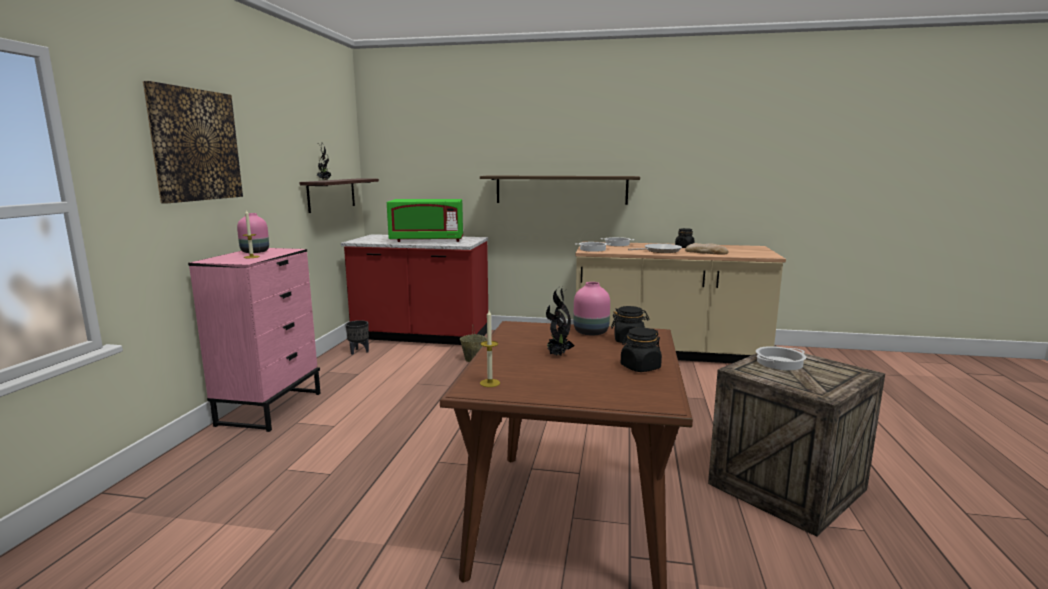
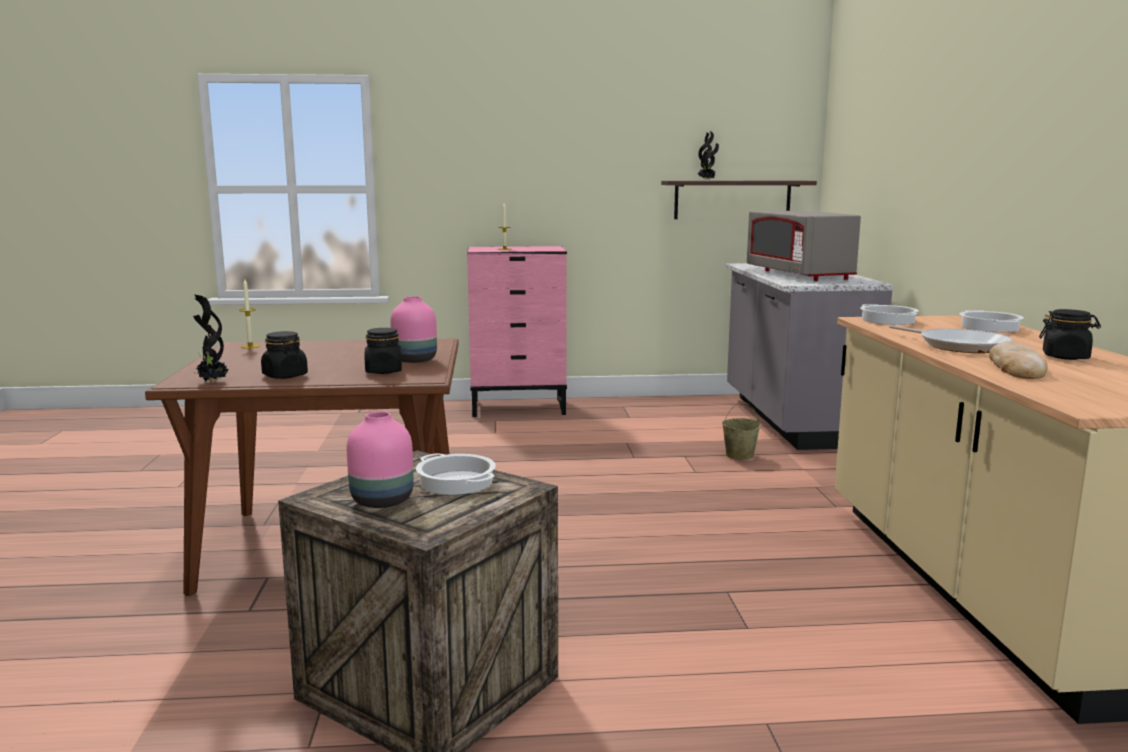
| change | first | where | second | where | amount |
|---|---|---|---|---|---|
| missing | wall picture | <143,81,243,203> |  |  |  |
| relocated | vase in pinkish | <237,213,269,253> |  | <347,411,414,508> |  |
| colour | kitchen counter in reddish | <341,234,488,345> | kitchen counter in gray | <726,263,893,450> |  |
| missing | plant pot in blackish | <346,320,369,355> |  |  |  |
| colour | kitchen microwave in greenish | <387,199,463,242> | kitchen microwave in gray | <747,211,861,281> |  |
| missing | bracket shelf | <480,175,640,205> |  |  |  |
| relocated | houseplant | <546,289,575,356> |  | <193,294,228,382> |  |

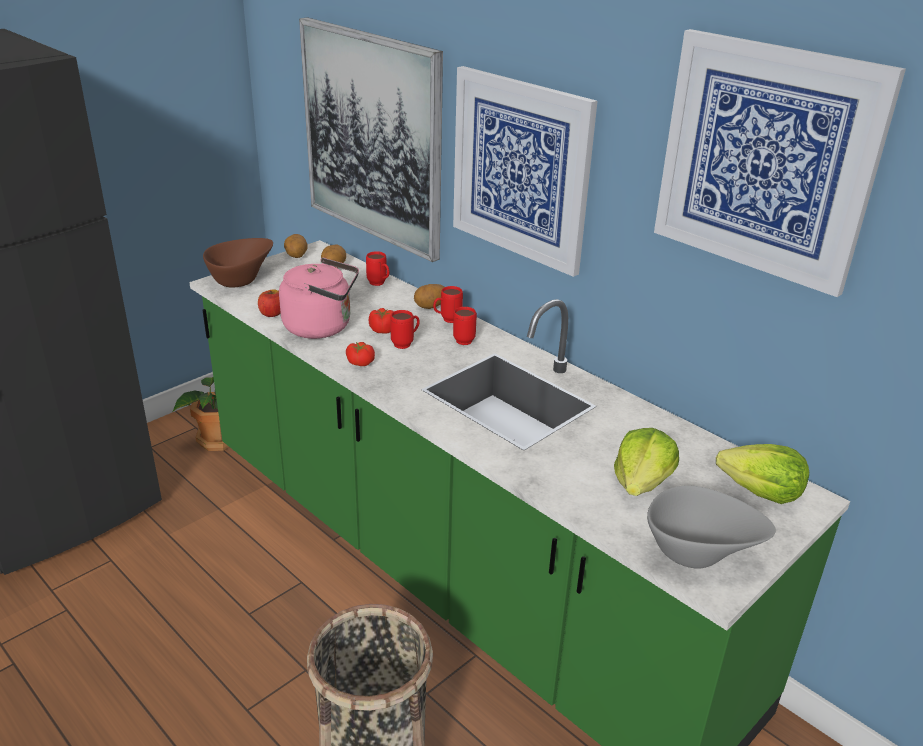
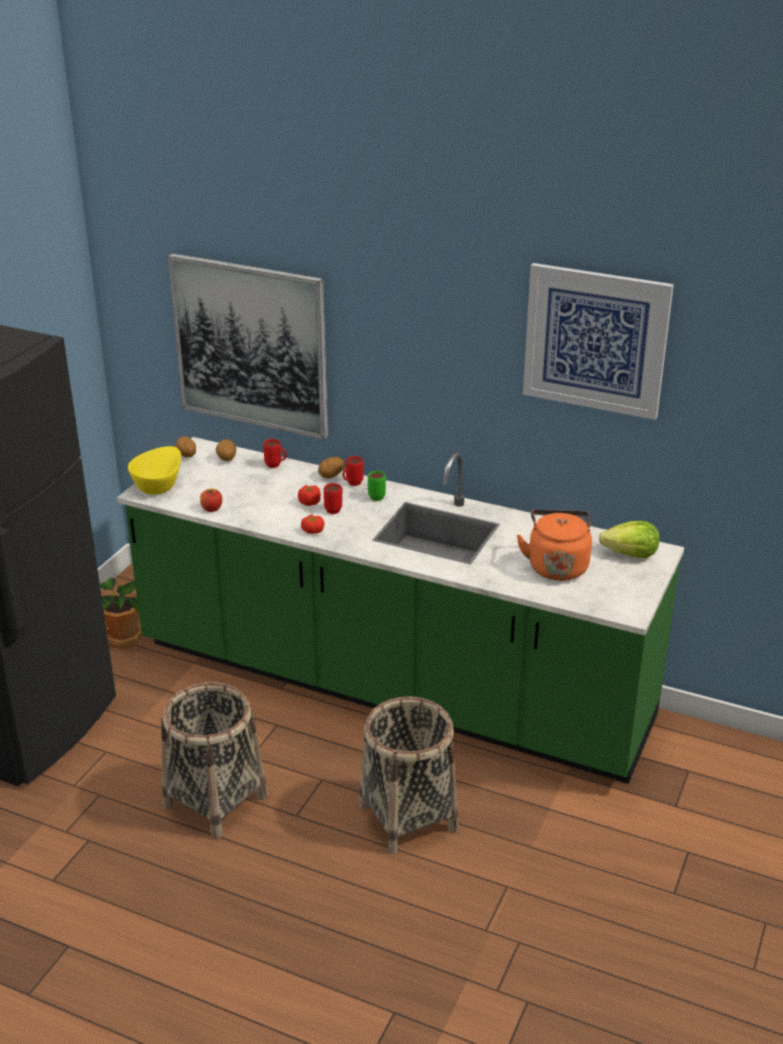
| change | first | where | second | where | amount |
|---|---|---|---|---|---|
| colour | deep dish in brown-coloured | <203,238,273,288> | deep dish in yellow-coloured | <128,446,181,495> |  |
| missing | kettle in pinkish | <279,258,359,339> |  |  |  |
| missing | wall picture | <453,66,597,277> |  |  |  |
| colour | mug in reddish | <453,307,477,345> | mug in greenish | <368,471,386,501> |  |
| exchanged | lettuce head | <614,428,679,496> | kettle in orange-coloured | <517,510,592,581> |  |
| missing | deep dish in gray | <647,485,776,569> |  |  |  |
| appeared |  |  | household basket | <161,682,268,839> |  |

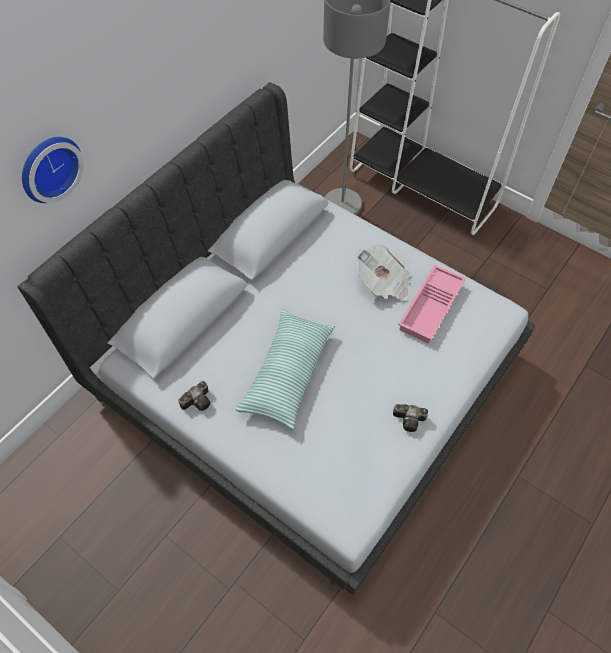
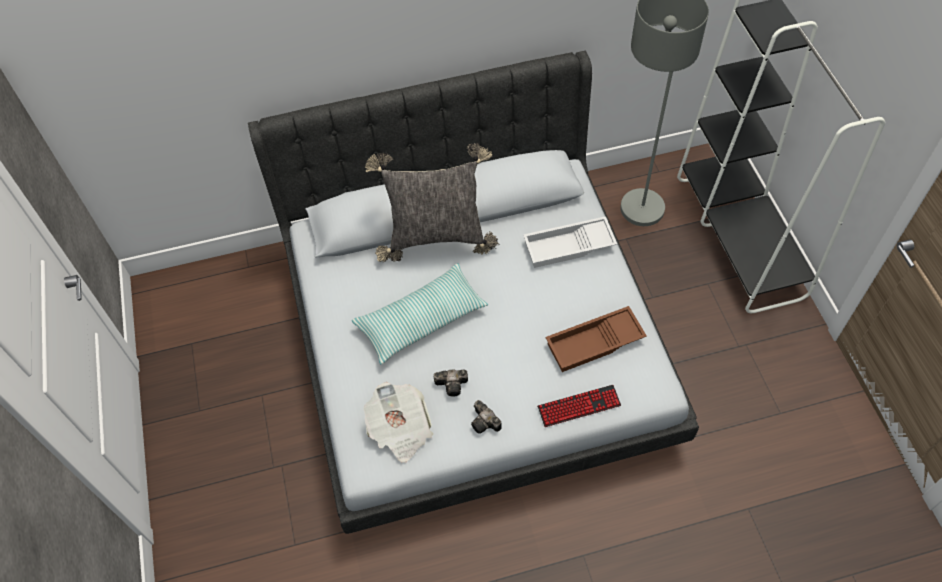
| change | first | where | second | where | amount |
|---|---|---|---|---|---|
| missing | hanging clock | <22,137,84,203> |  |  |  |
| relocated | still camera | <178,381,210,411> |  | <434,369,468,397> |  |
| relocated | newspaper | <357,245,409,301> |  | <363,382,433,463> |  |
| colour | tray in pinkish | <398,264,466,344> | tray in brown-coloured | <545,306,647,372> |  |
| appeared |  |  | cushion | <365,143,500,262> |  |
| appeared |  |  | tray in whitish | <523,216,617,268> |  |
| appeared |  |  | computer keyboard | <537,385,621,427> |  |

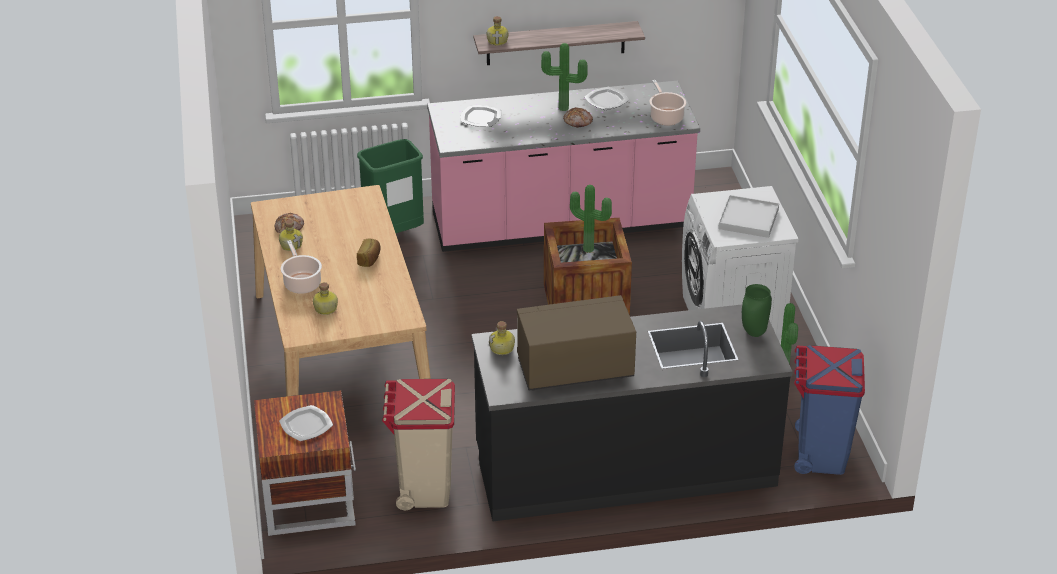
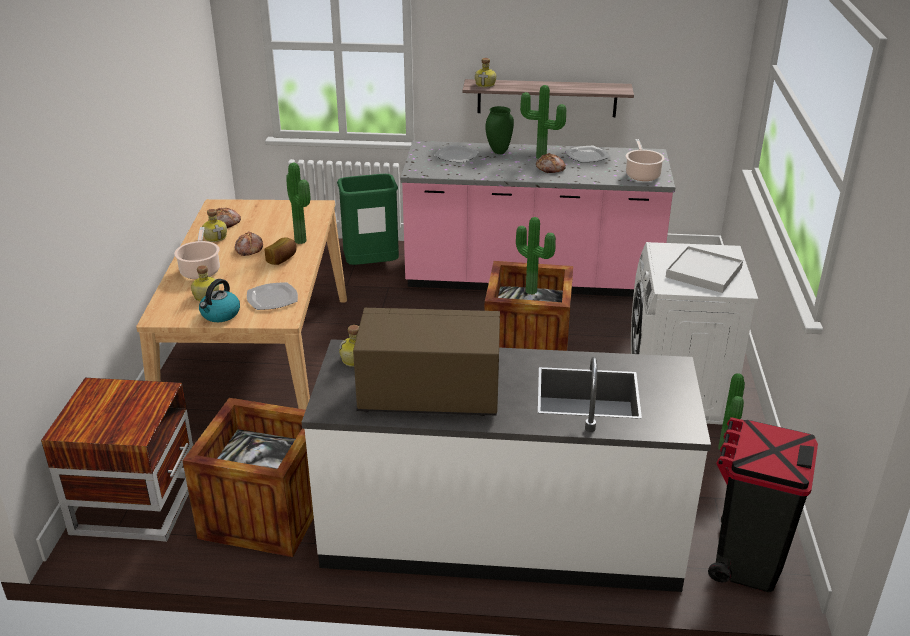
| change | first | where | second | where | amount |
|---|---|---|---|---|---|
| relocated | flat dish | <279,405,333,441> |  | <247,282,298,310> |  |
| exchanged | trash can in beige | <382,379,455,510> | packing crate | <182,398,314,557> |  |
| colour | kitchen counter in blackish | <472,305,793,521> | kitchen counter in whitish | <302,339,711,592> |  |
| relocated | vase in greenish | <742,284,772,337> |  | <486,106,514,154> |  |
| colour | trash can in blue | <794,345,865,475> | trash can in blackish | <708,417,818,592> |  |
| appeared |  |  | kettle | <199,279,240,322> |  |
| appeared |  |  | bakery bread | <235,231,263,256> |  |
| appeared |  |  | houseplant | <286,163,311,244> |  |

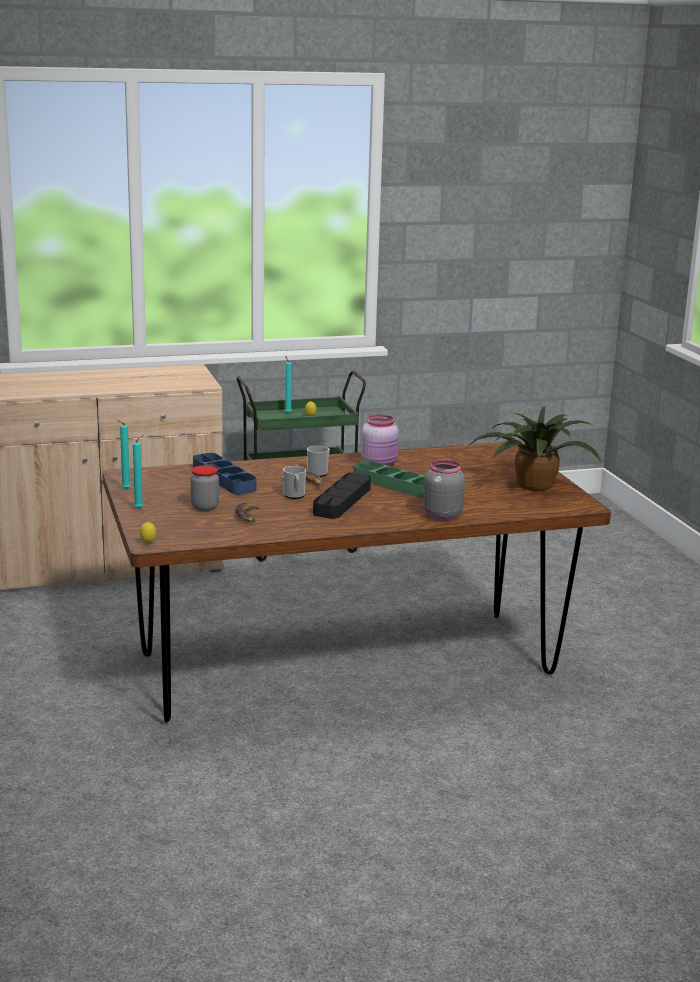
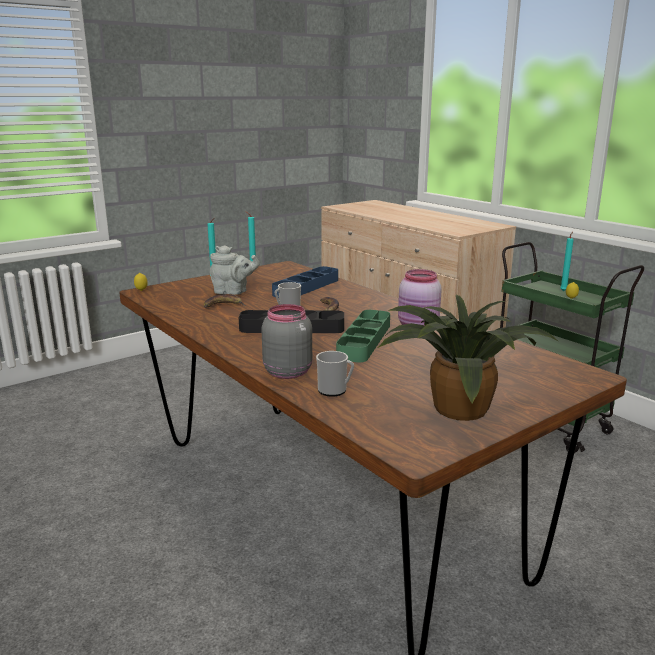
| change | first | where | second | where | amount |
|---|---|---|---|---|---|
| exchanged | storage jar | <191,465,219,511> | tea pot in gray | <210,245,260,295> |  |
| relocated | mug | <307,446,330,477> |  | <316,351,354,397> |  |

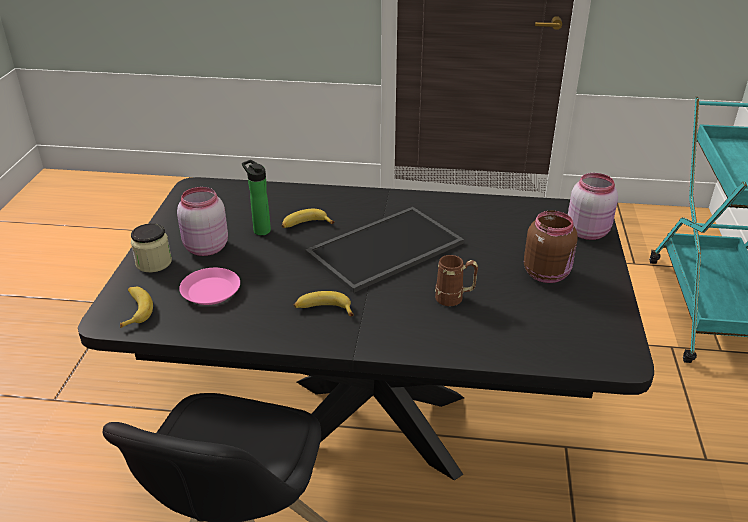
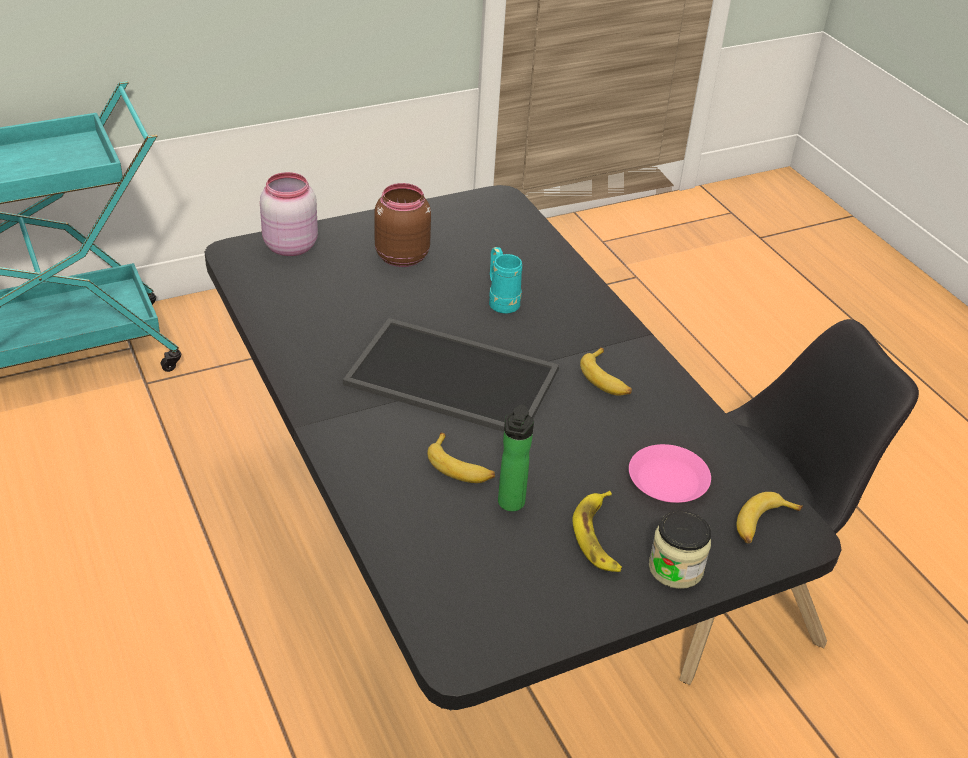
| change | first | where | second | where | amount |
|---|---|---|---|---|---|
| exchanged | storage jar in pinkish | <177,187,228,256> | banana | <572,491,622,572> |  |
| colour | mug in brown-coloured | <435,255,478,306> | mug in turquoise | <489,247,522,314> |  |

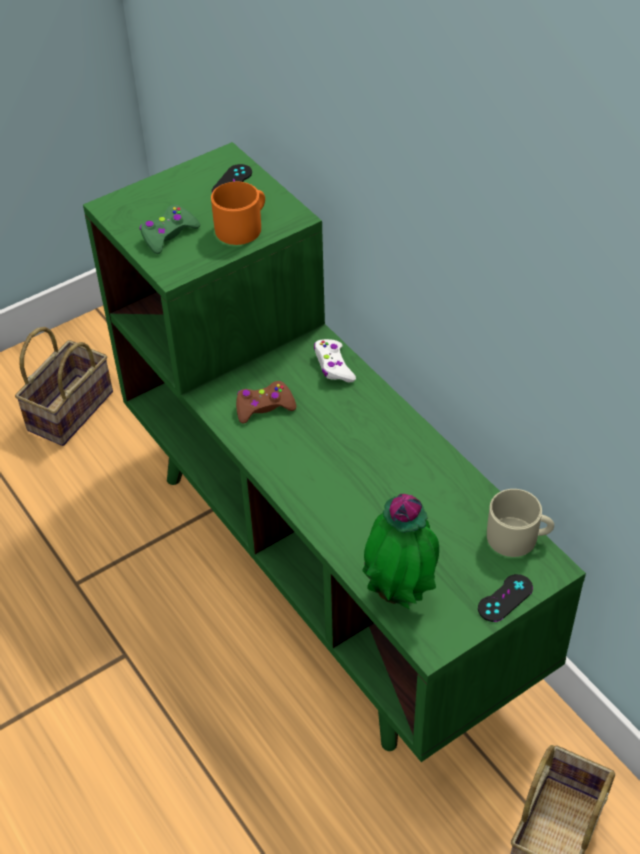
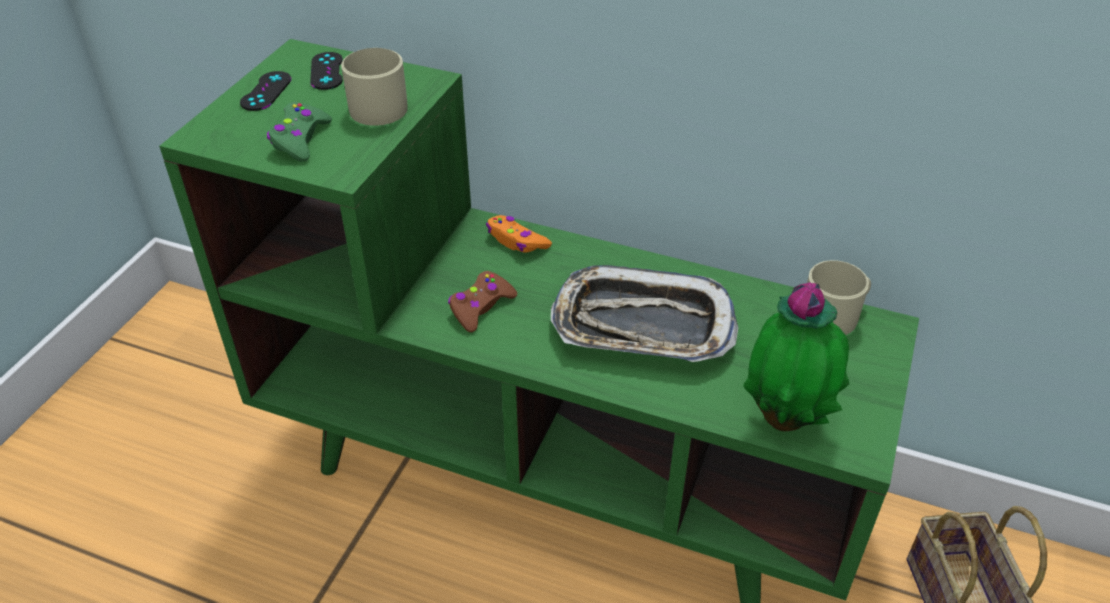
| change | first | where | second | where | amount |
|---|---|---|---|---|---|
| missing | household basket | <15,327,113,446> |  |  |  |
| colour | mug in orange-coloured | <211,182,265,245> | mug in beige | <341,48,408,126> |  |
| colour | game controller in whitish | <314,339,356,383> | game controller in orange-coloured | <486,215,552,253> |  |
| relocated | game controller in blackish | <478,574,533,622> |  | <240,71,291,111> |  |
| appeared |  |  | tray | <551,265,738,362> |  |

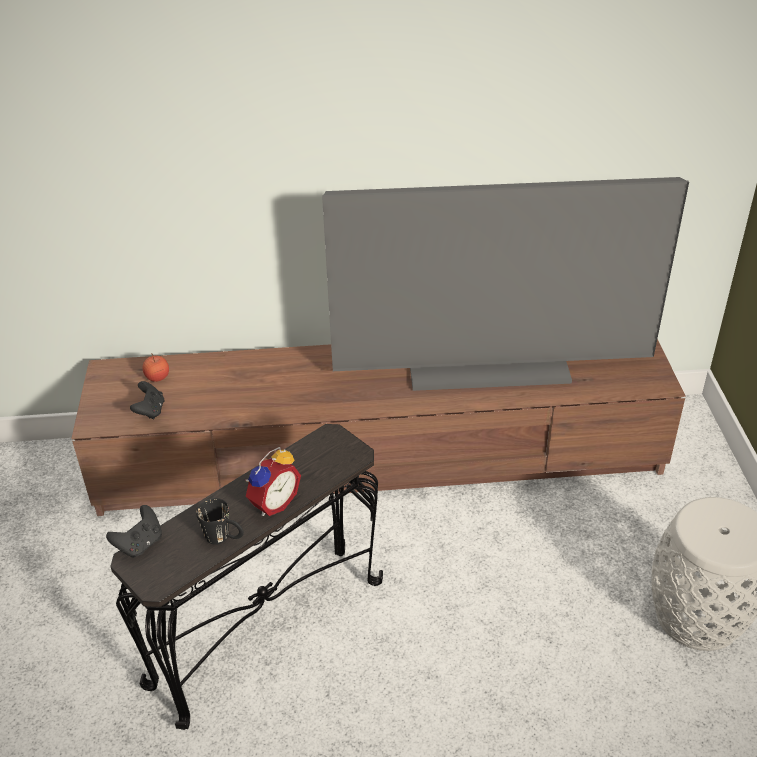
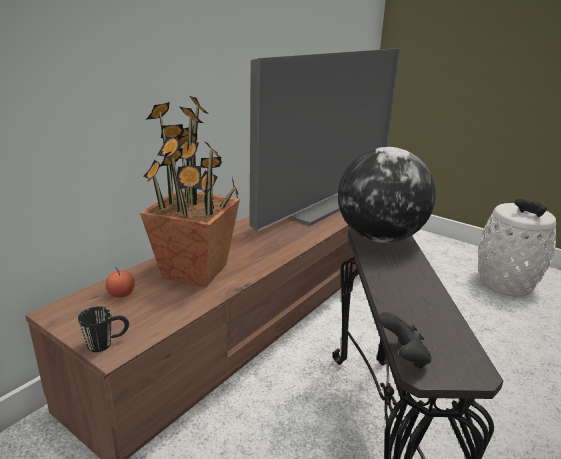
| change | first | where | second | where | amount |
|---|---|---|---|---|---|
| relocated | game controller in blackish | <130,381,164,419> |  | <515,199,547,217> |  |
| relocated | mug in blackish | <196,498,244,545> |  | <78,306,129,352> |  |
| missing | alarm clock | <246,447,301,516> |  |  |  |
| appeared |  |  | houseplant | <140,95,240,287> |  |
| appeared |  |  | desk globe | <338,147,436,243> |  |

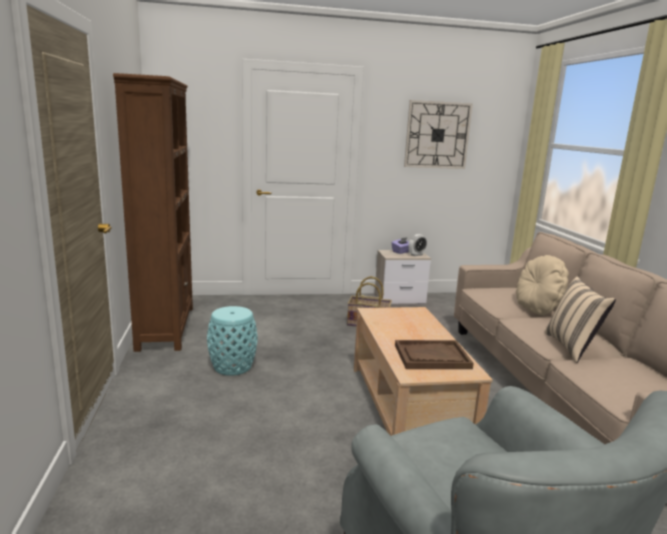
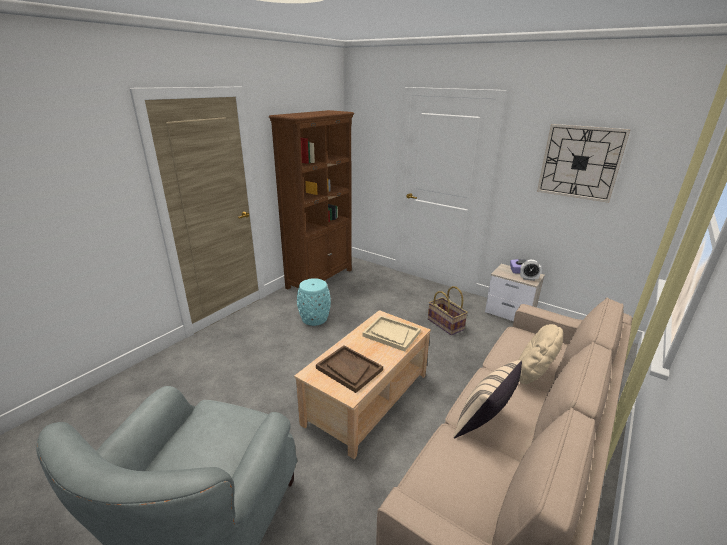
| change | first | where | second | where | amount |
|---|---|---|---|---|---|
| appeared |  |  | tray in beige | <363,316,421,351> |  |

